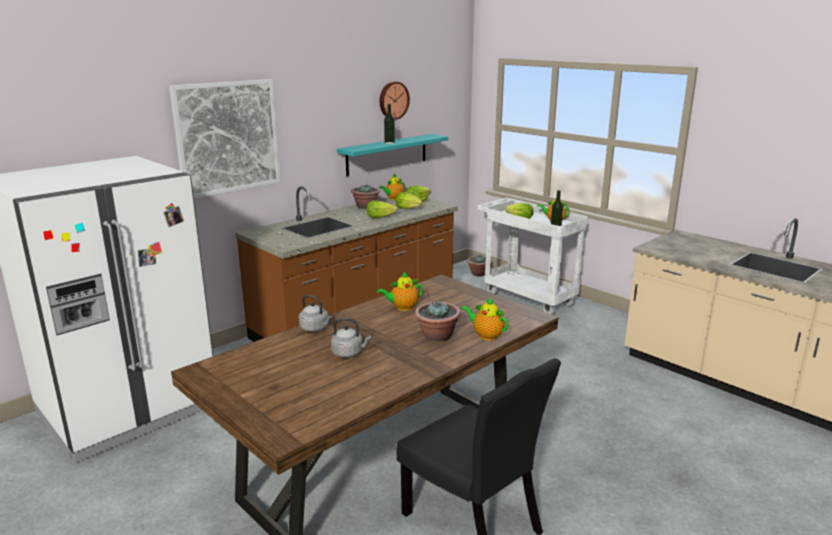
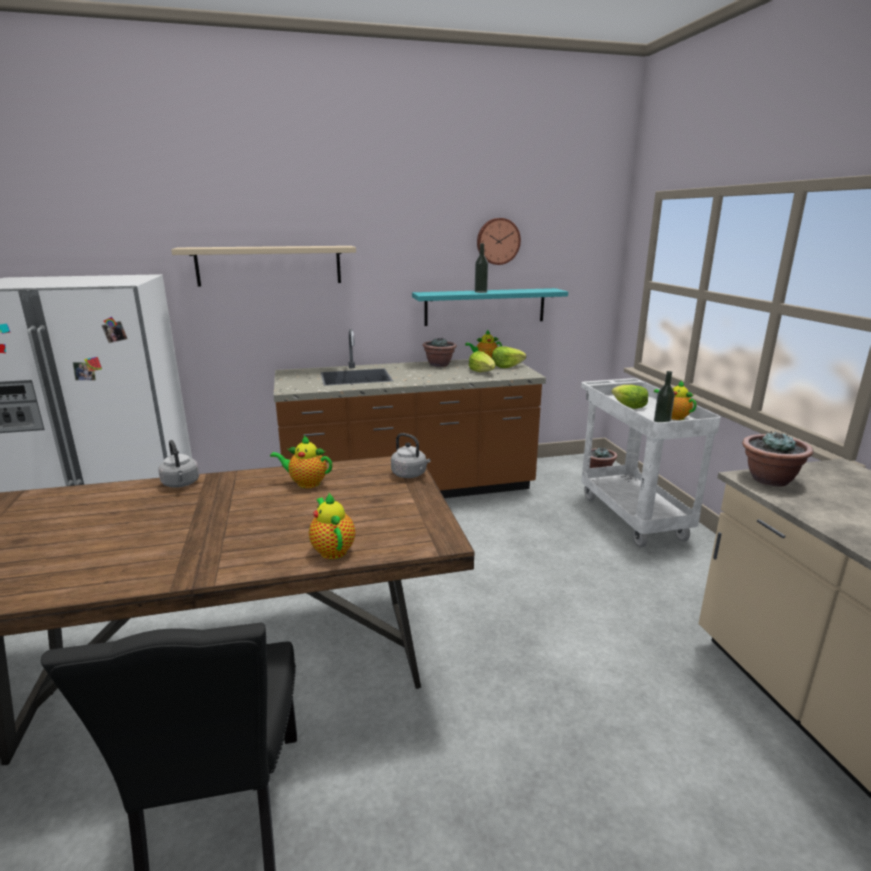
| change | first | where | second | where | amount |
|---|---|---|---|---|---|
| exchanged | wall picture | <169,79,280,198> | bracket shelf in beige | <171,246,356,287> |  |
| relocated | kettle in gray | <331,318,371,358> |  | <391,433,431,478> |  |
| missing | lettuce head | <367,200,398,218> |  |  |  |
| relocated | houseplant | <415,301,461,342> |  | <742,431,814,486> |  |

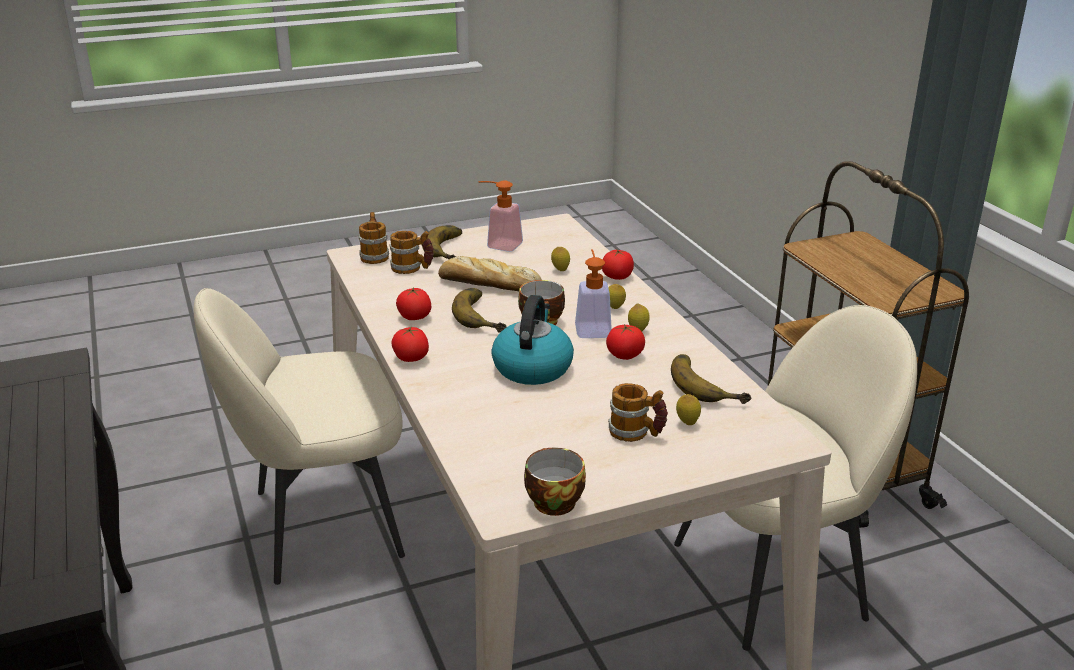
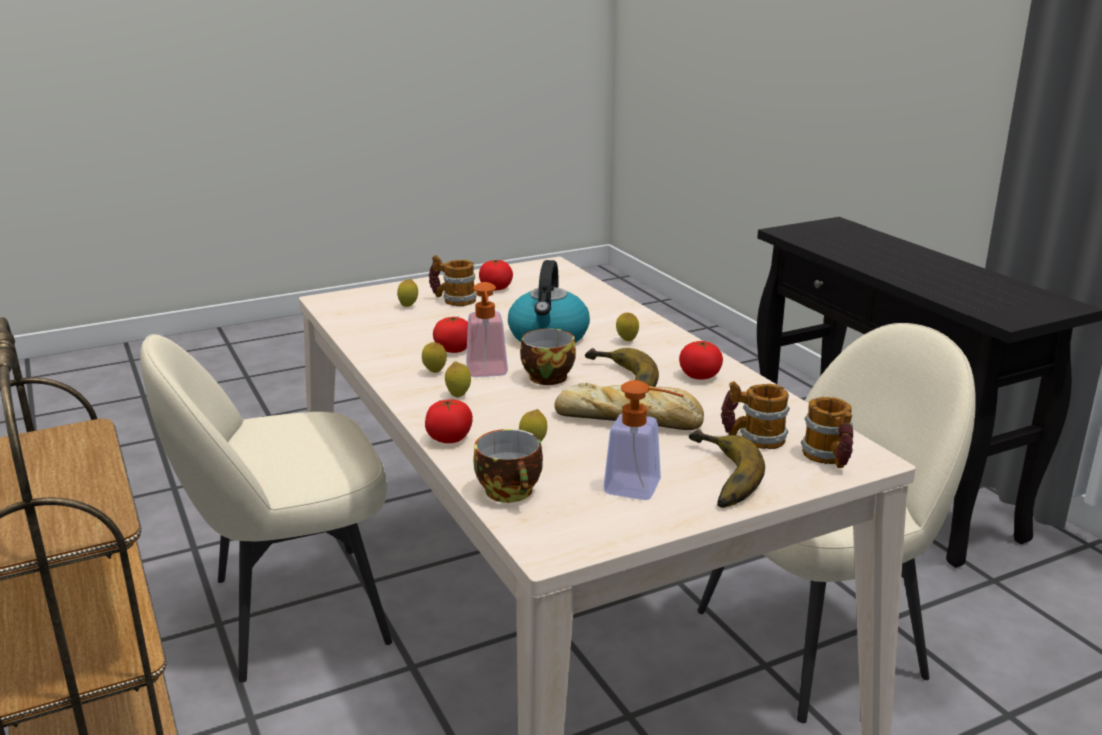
| change | first | where | second | where | amount |
|---|---|---|---|---|---|
| relocated | tomato | <391,326,429,362> |  | <479,260,513,291> |  |
| relocated | drinking cup | <524,447,586,516> |  | <473,429,543,503> |  |
| missing | banana | <671,354,751,404> |  |  |  |
| appeared |  |  | citrus fruit | <616,312,639,341> |  |

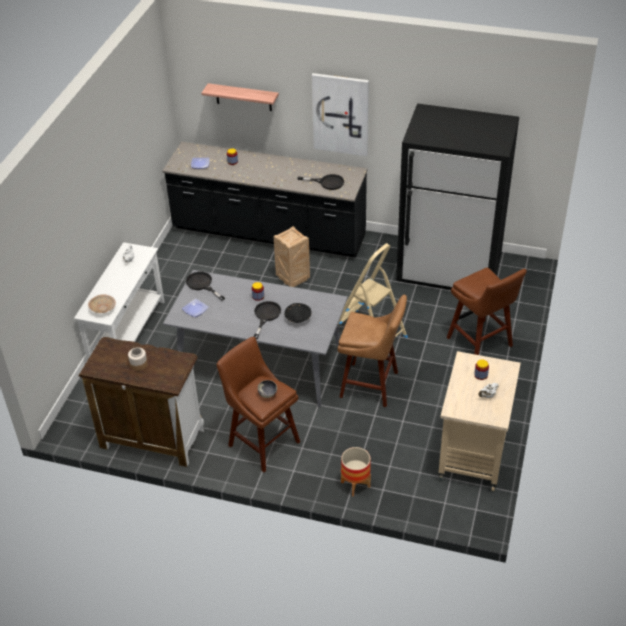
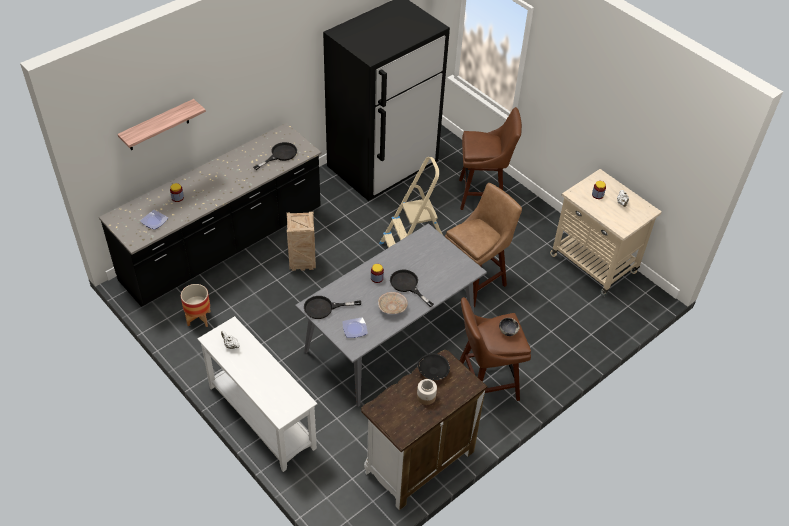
| change | first | where | second | where | amount |
|---|---|---|---|---|---|
| relocated | deep dish in beige | <88,294,116,313> |  | <378,292,408,314> |  |
| relocated | deep dish in blackish | <284,303,312,323> |  | <417,353,450,380> |  |
| missing | wall picture | <312,73,369,156> |  |  |  |
| relocated | plant pot | <341,447,371,497> |  | <181,284,211,327> |  |

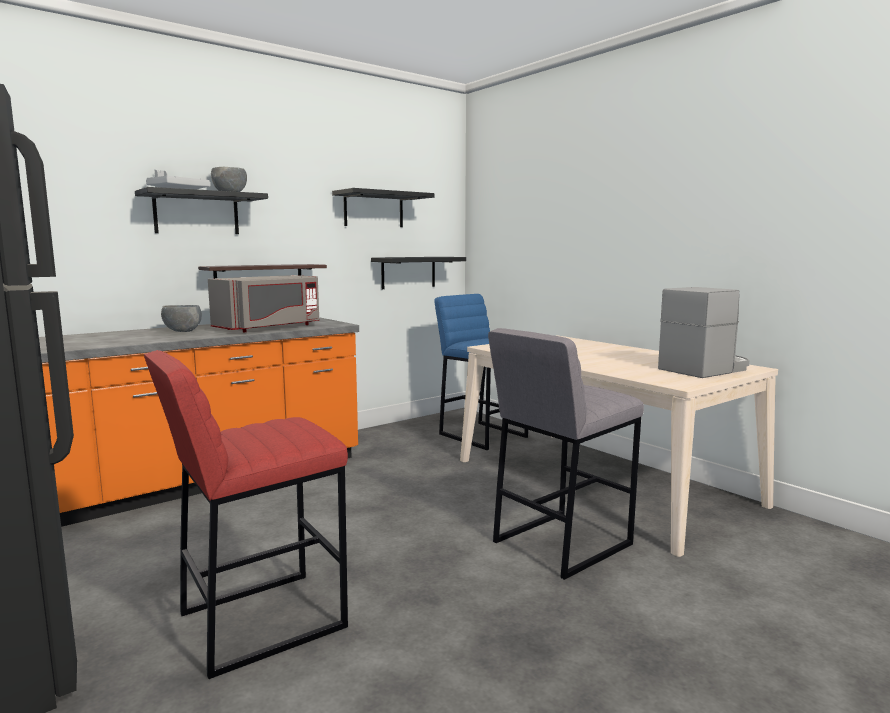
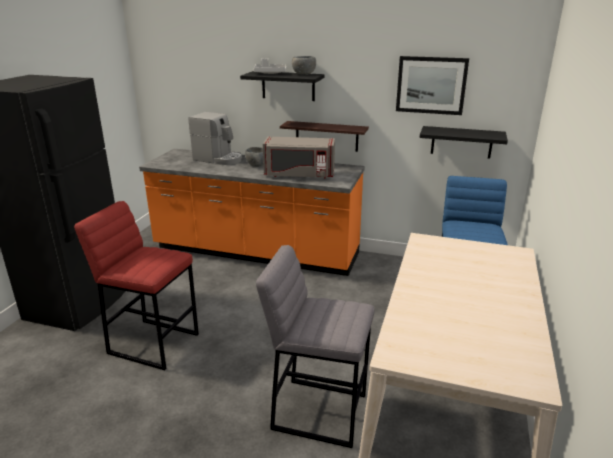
| change | first | where | second | where | amount |
|---|---|---|---|---|---|
| exchanged | bracket shelf in blackish | <332,188,435,227> | wall picture | <396,56,469,115> |  |
| relocated | coffee maker | <658,287,750,378> |  | <188,112,242,165> |  |

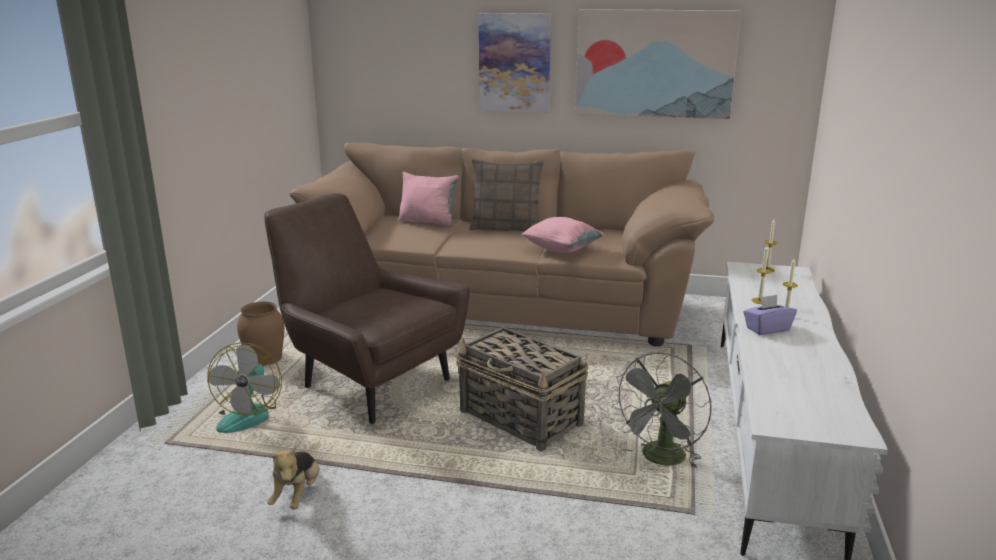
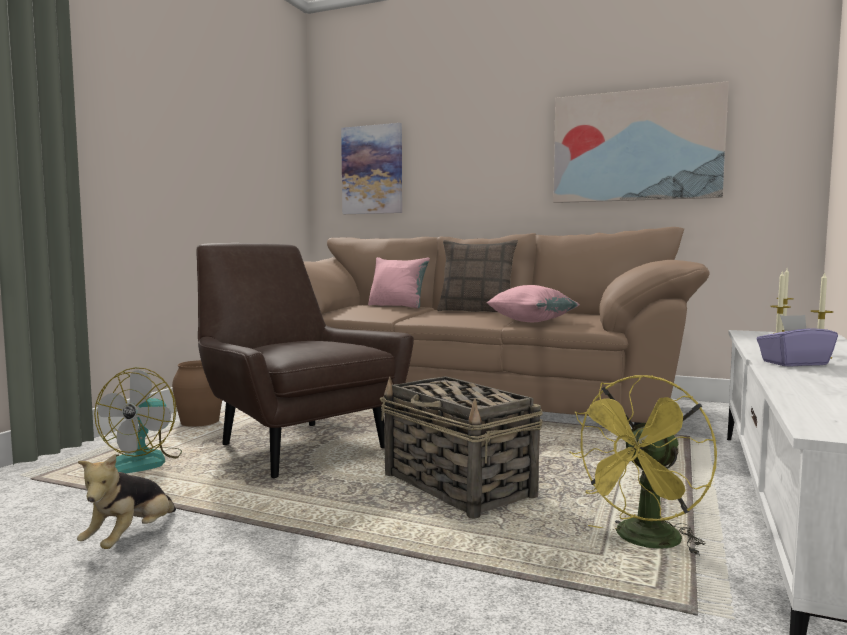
| change | first | where | second | where | amount |
|---|---|---|---|---|---|
| relocated | wall picture | <479,13,551,113> |  | <341,123,402,214> |  |
| colour | cooling fan in gray | <612,352,712,469> | cooling fan in yellow-coloured | <569,375,717,557> |  |

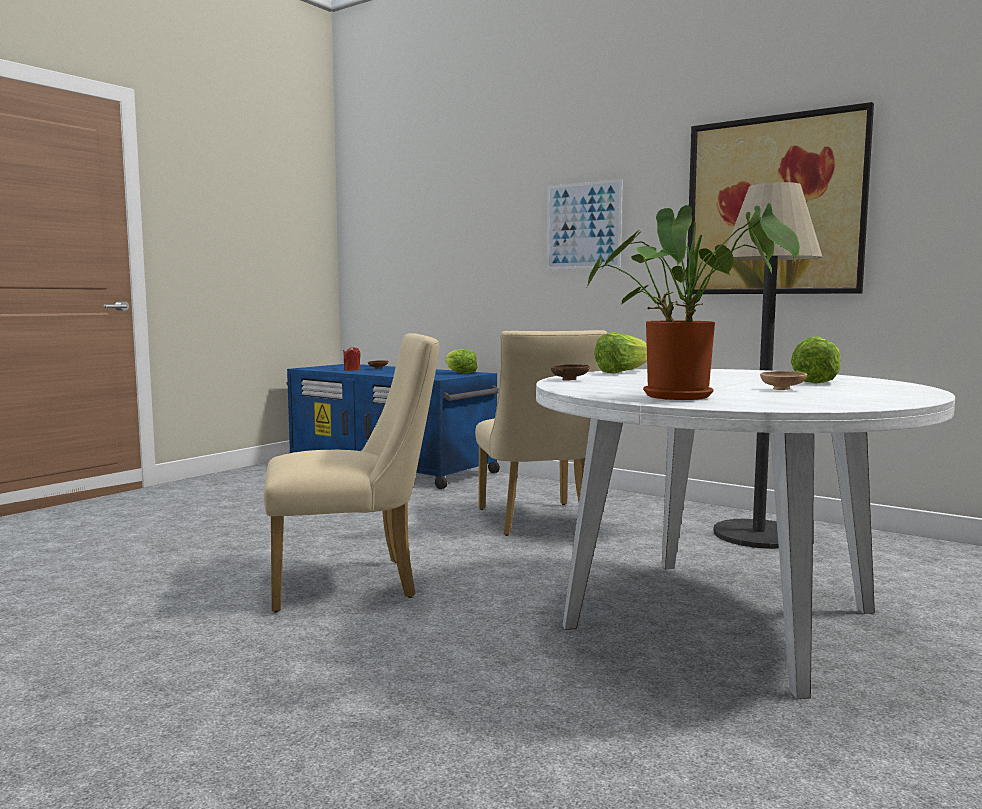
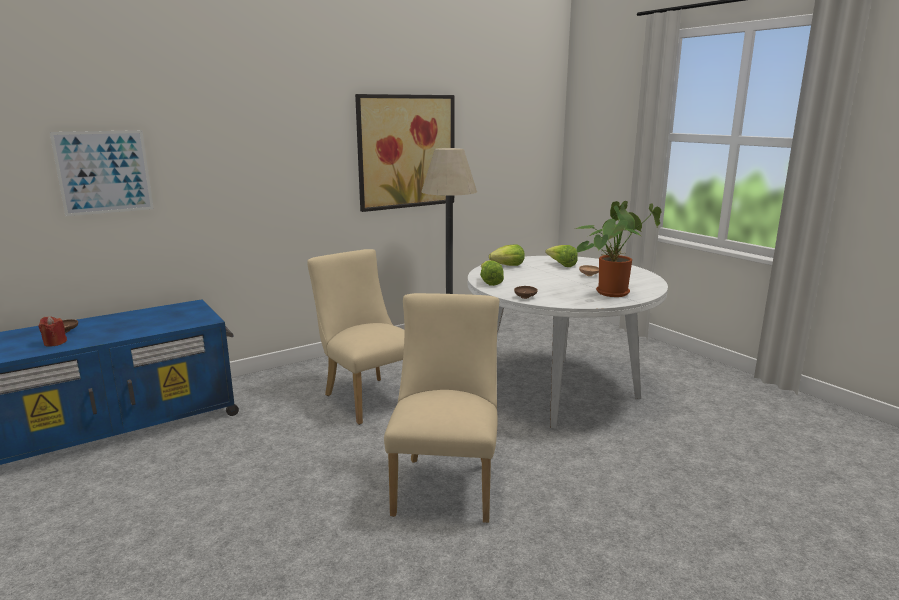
| change | first | where | second | where | amount |
|---|---|---|---|---|---|
| relocated | lettuce head | <445,349,478,374> |  | <489,244,525,266> |  |
| spun | upright chair in beige | <475,330,607,536> |  | <307,249,405,425> | 135 degrees counterclockwise |
| relocated | wall picture | <547,179,623,270> |  | <50,130,154,216> |  |

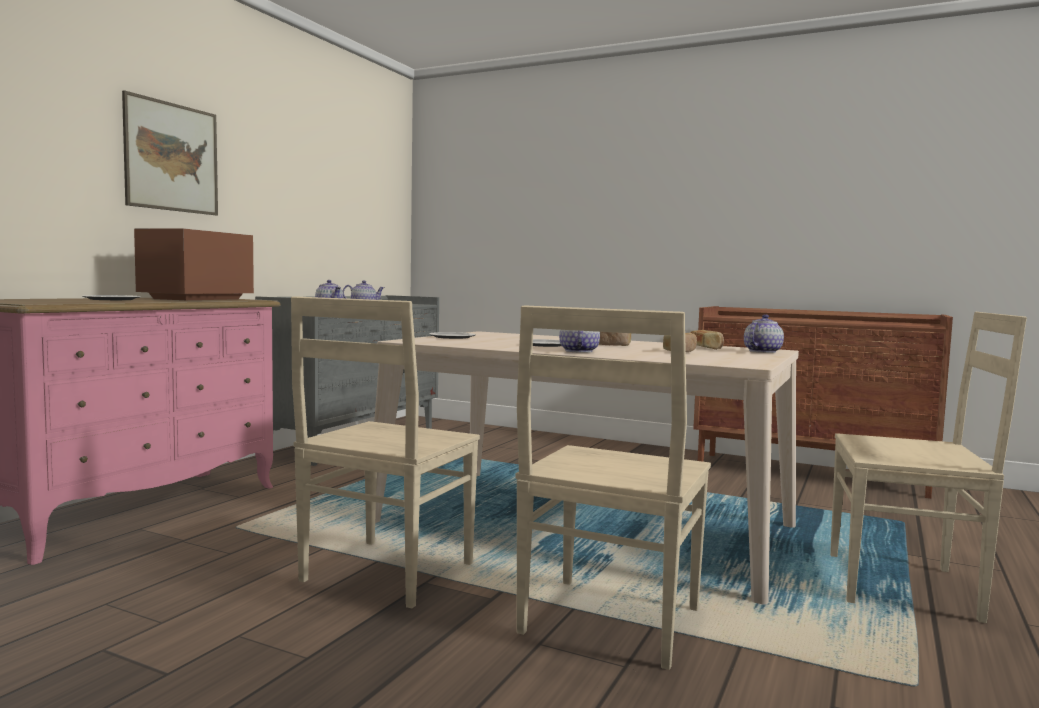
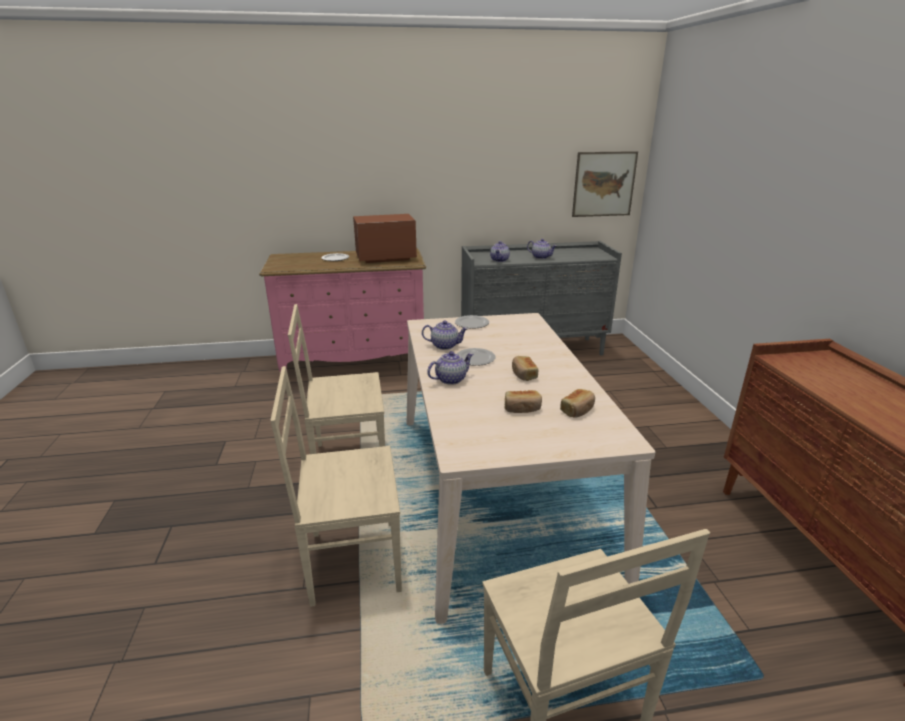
| change | first | where | second | where | amount |
|---|---|---|---|---|---|
| relocated | wall picture | <122,90,218,215> |  | <572,151,638,217> |  |
| relocated | tea pot | <744,314,784,353> |  | <422,321,468,350> |  |

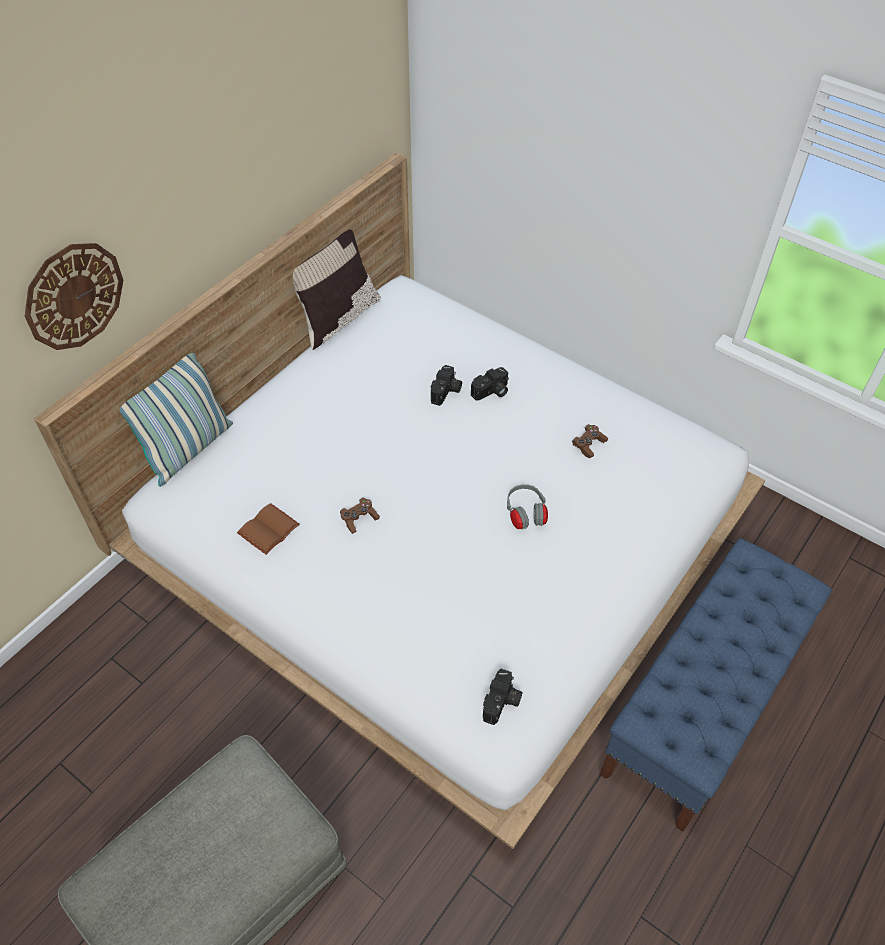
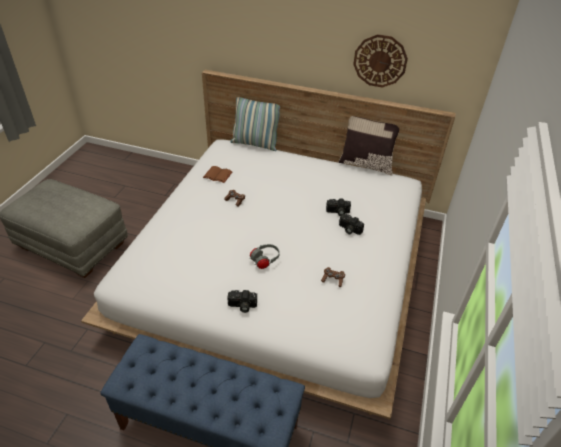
| change | first | where | second | where | amount |
|---|---|---|---|---|---|
| relocated | hanging clock | <25,243,123,350> |  | <353,34,408,88> |  |
| relocated | still camera | <483,669,523,725> |  | <227,290,257,313> |  |

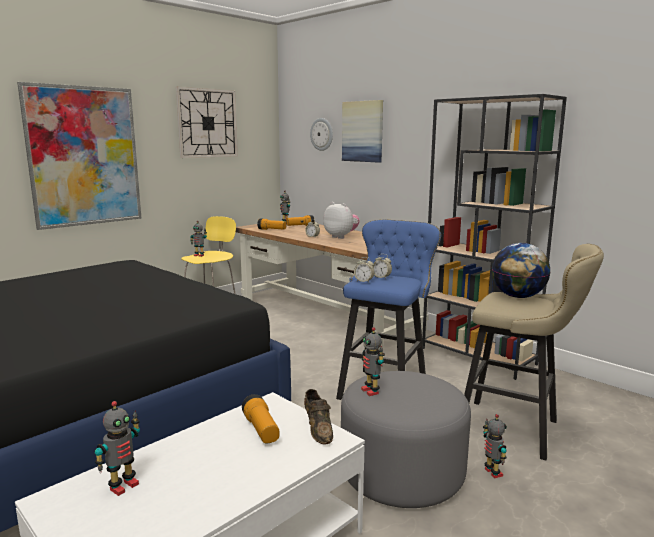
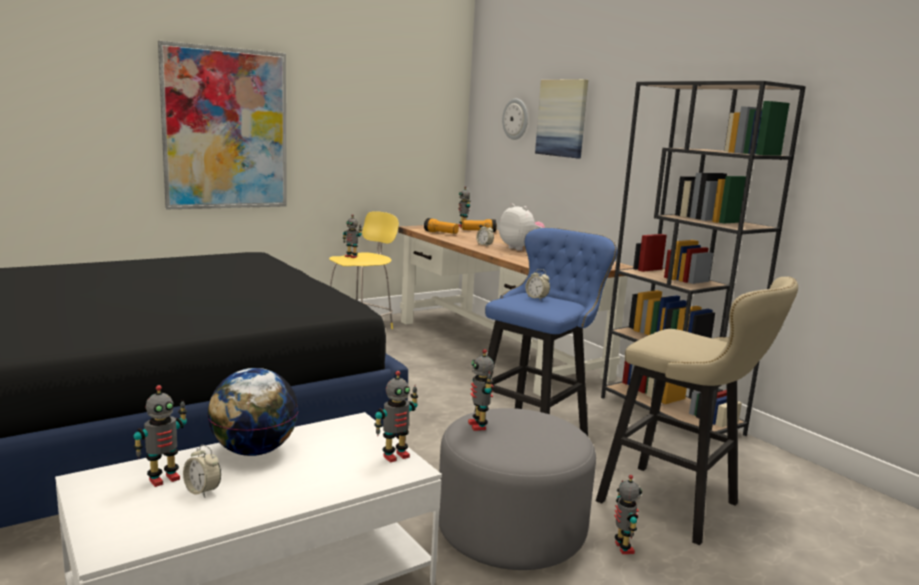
| change | first | where | second | where | amount |
|---|---|---|---|---|---|
| missing | hanging clock | <176,87,238,158> |  |  |  |
| missing | hand torch | <242,394,280,443> |  |  |  |
| exchanged | item of footwear in brown-coloured | <304,389,333,444> | toy robot | <374,371,418,463> |  |
| relocated | alarm clock | <354,257,375,282> |  | <183,445,221,498> |  |
| relocated | desk globe | <492,243,551,298> |  | <207,368,298,456> |  |

